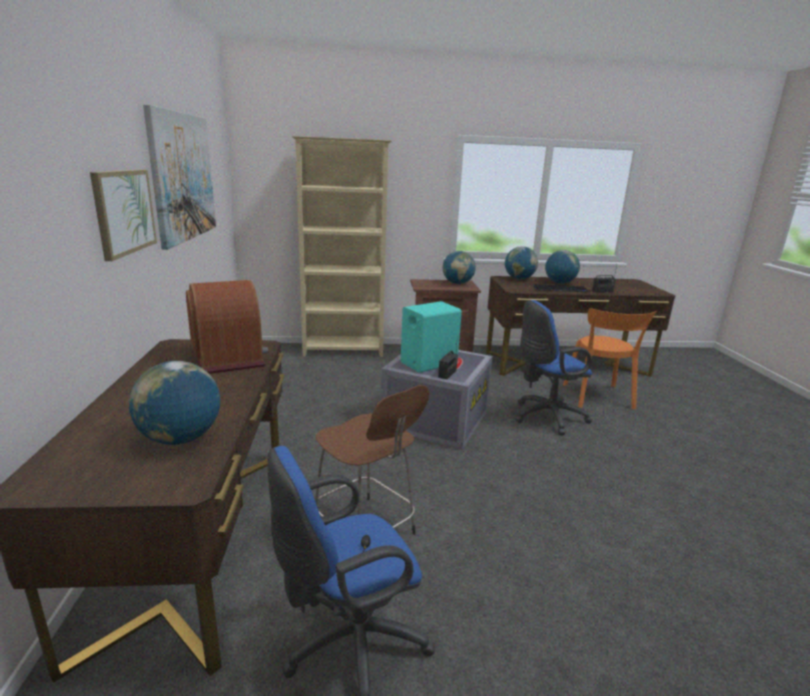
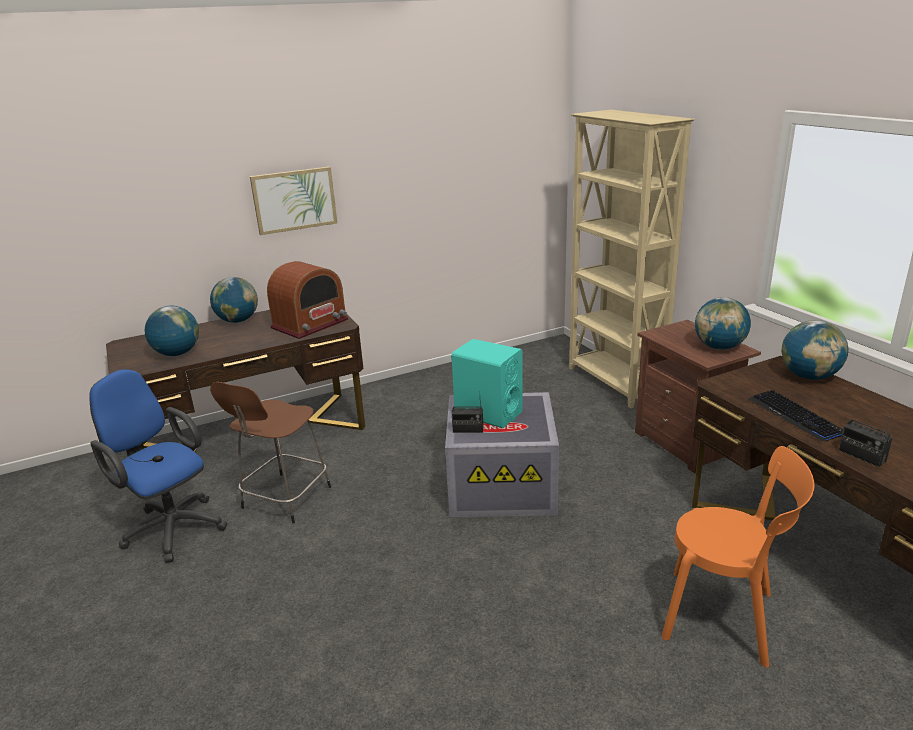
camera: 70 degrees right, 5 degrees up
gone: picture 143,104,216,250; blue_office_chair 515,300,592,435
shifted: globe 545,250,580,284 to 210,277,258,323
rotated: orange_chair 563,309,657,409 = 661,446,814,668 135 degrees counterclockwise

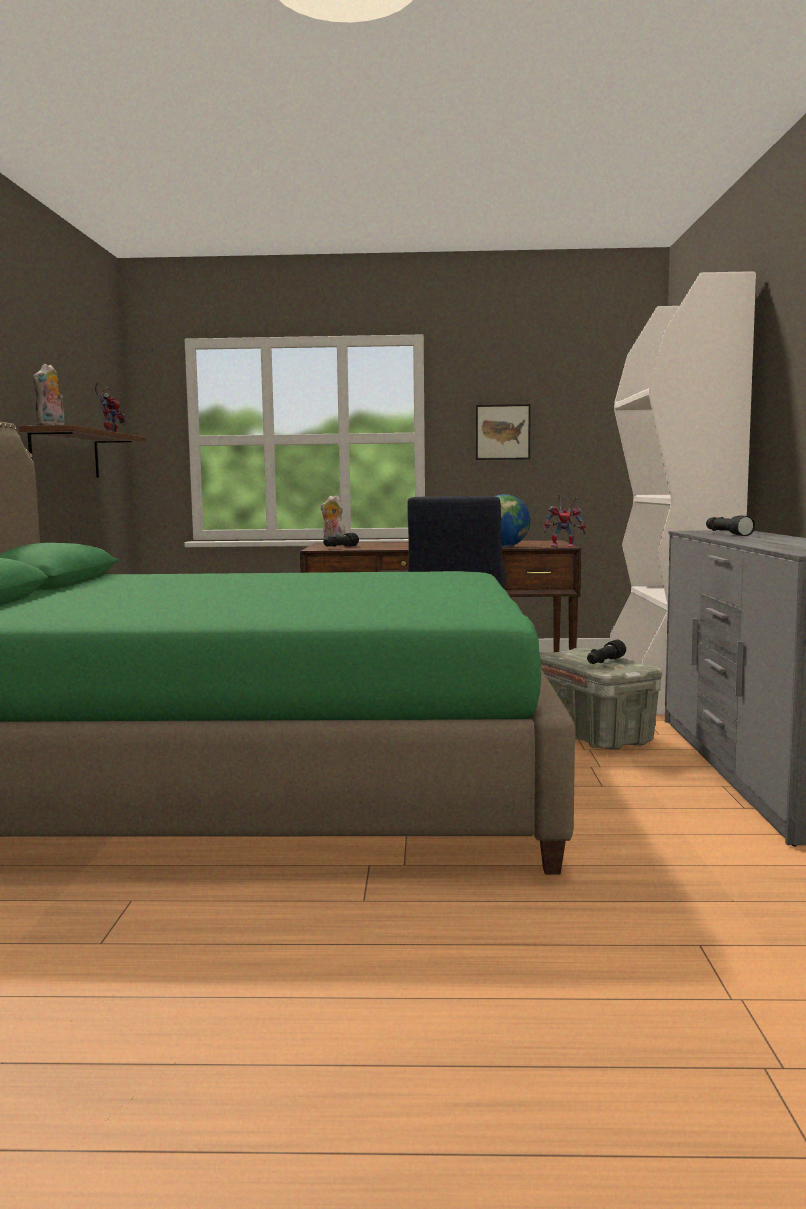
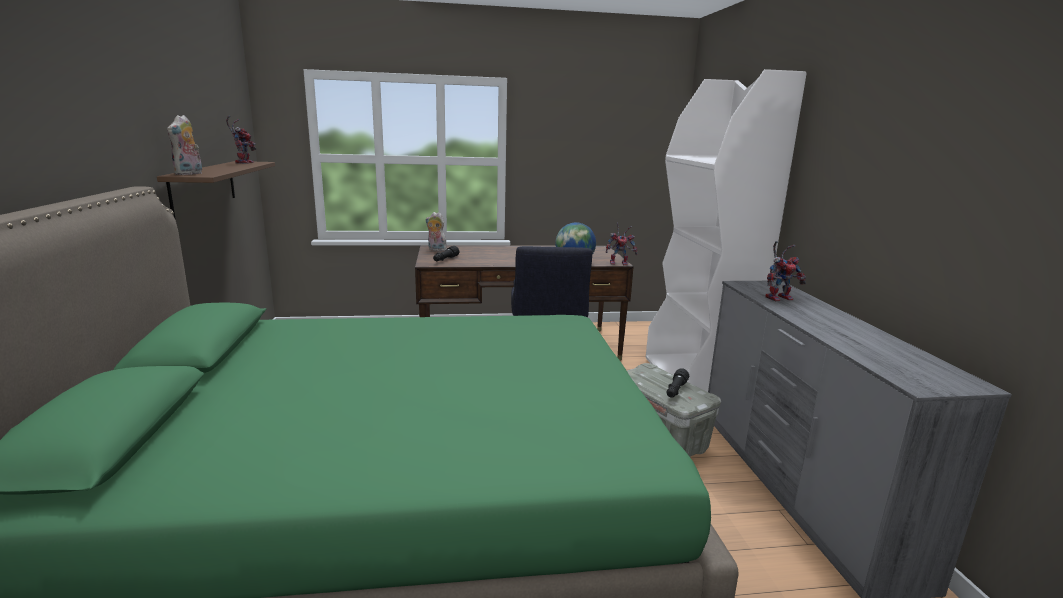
camera: 10 degrees left, 10 degrees up
gone: picture 476,404,531,460
swapped: black_flashlight 706,516,755,536 to toy_robot 765,241,806,302

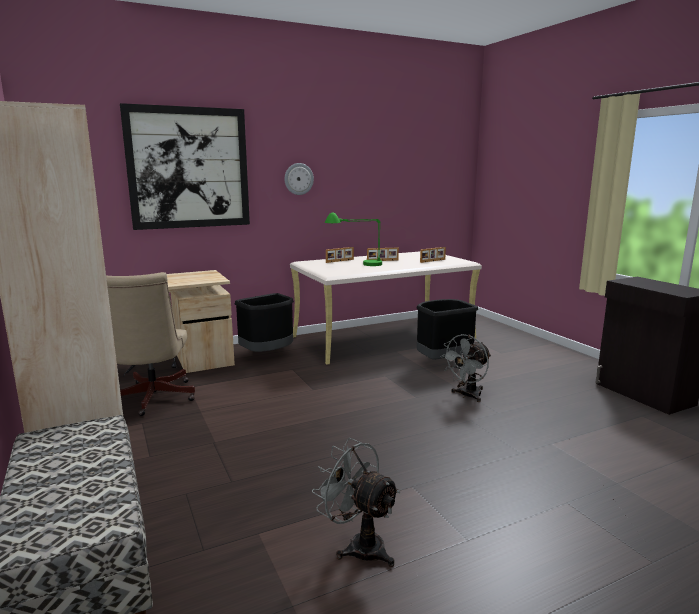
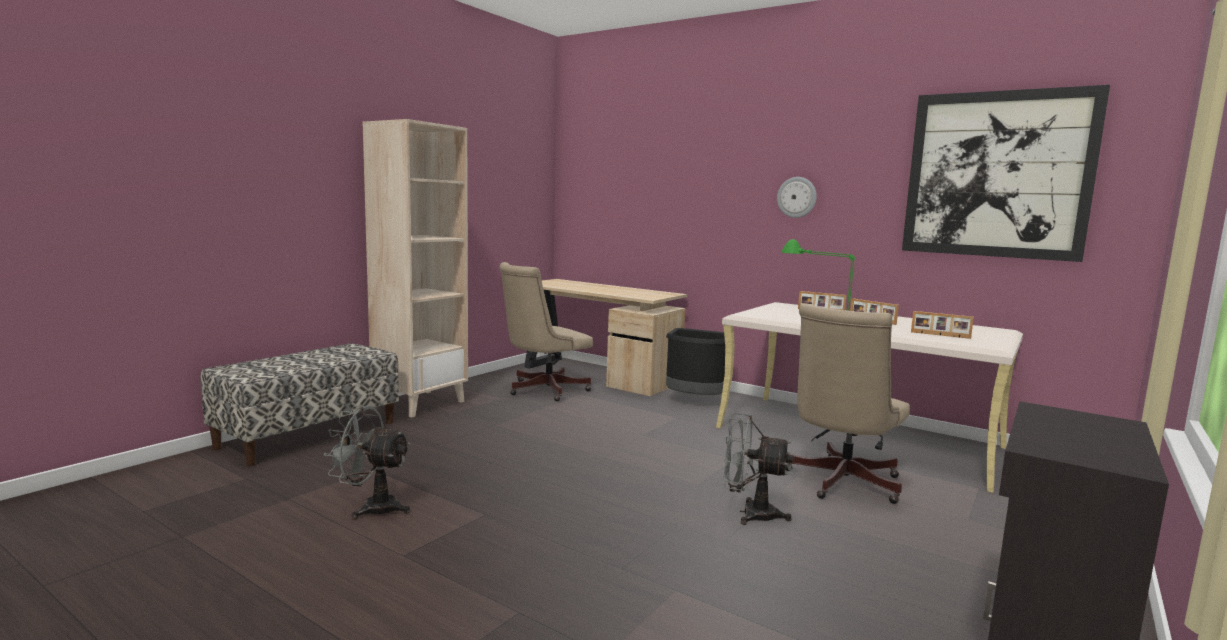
camera: 60 degrees right, 5 degrees down
shifted: picture 120,103,250,230 to 902,85,1110,262
swapped: black_trash_can 416,299,478,360 to beige_office_chair 785,303,910,504
rotated: grey_fan 312,438,400,567 = 324,405,410,520 90 degrees counterclockwise

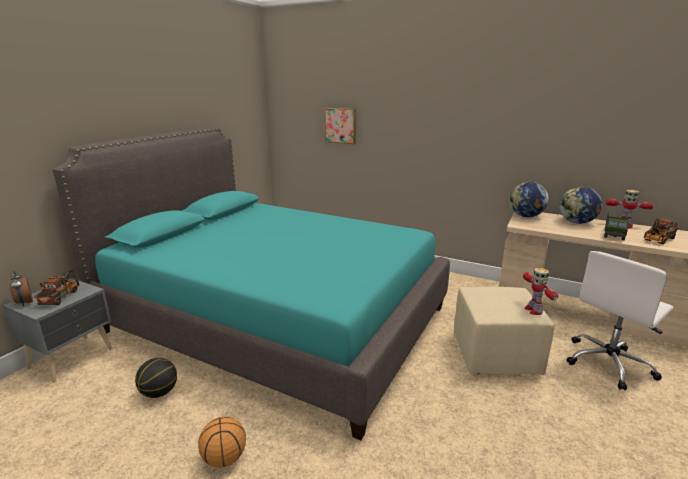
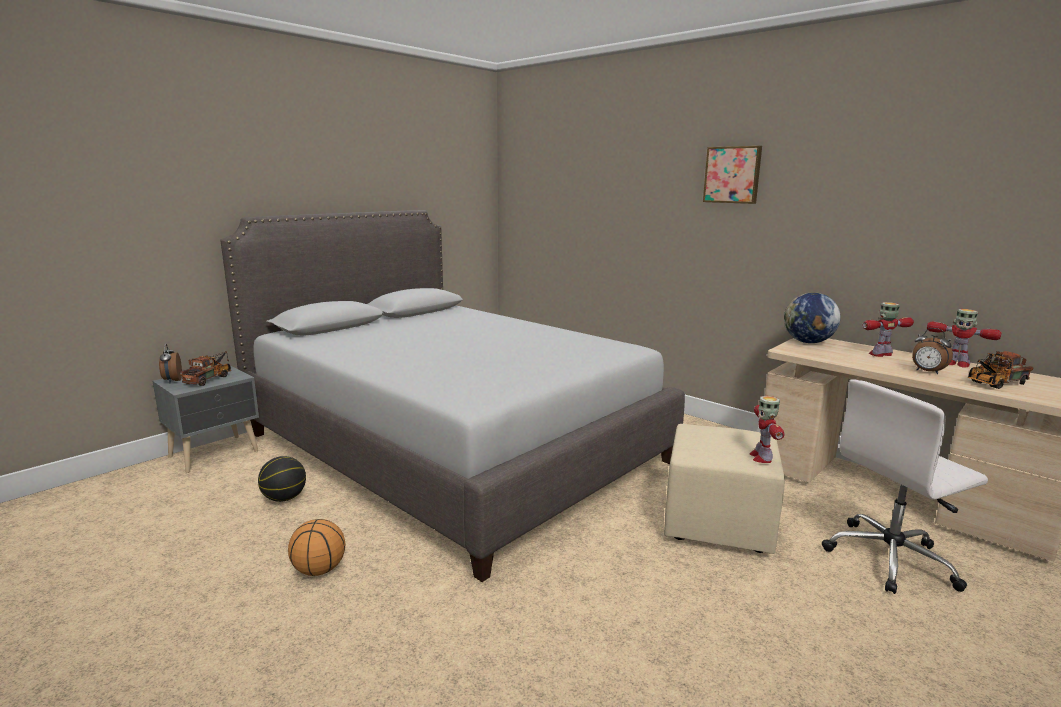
camera: 15 degrees right, 5 degrees down
shifted: picture 324,108,356,144 to 703,146,762,204
swapped: globe 559,187,602,224 to toy_robot 862,302,914,357; toy_truck 604,214,630,240 to alarm_clock 912,328,953,374
repainted: turquoise_bed 53,126,450,440 to grey_bed 220,210,685,582

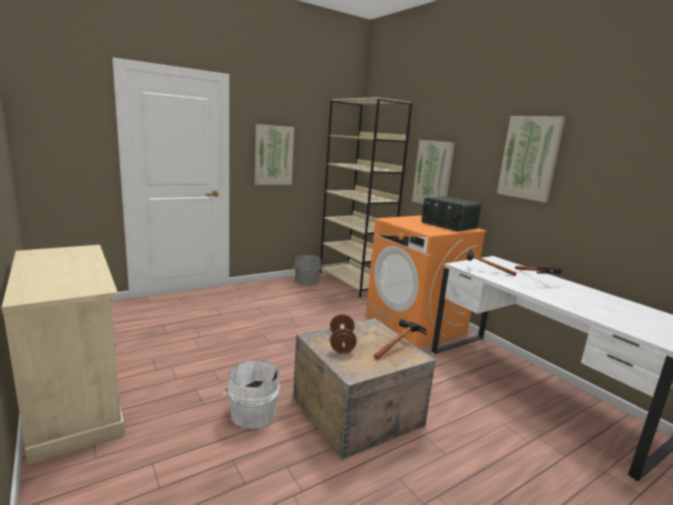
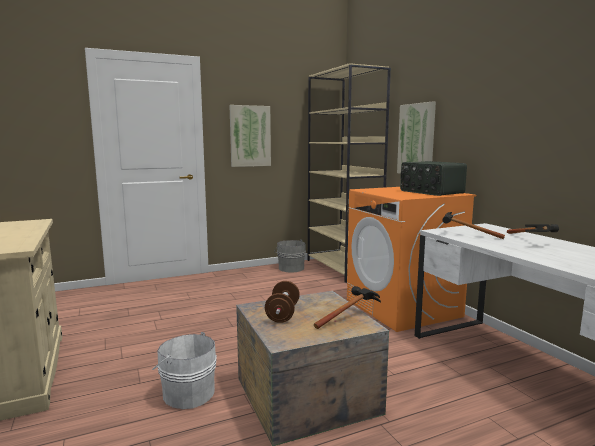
camera: 10 degrees right, 5 degrees down
gone: picture 497,116,566,202

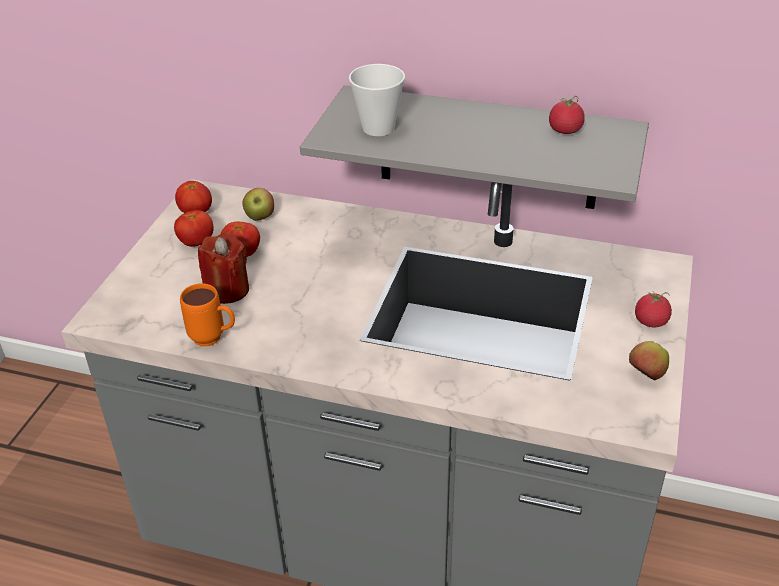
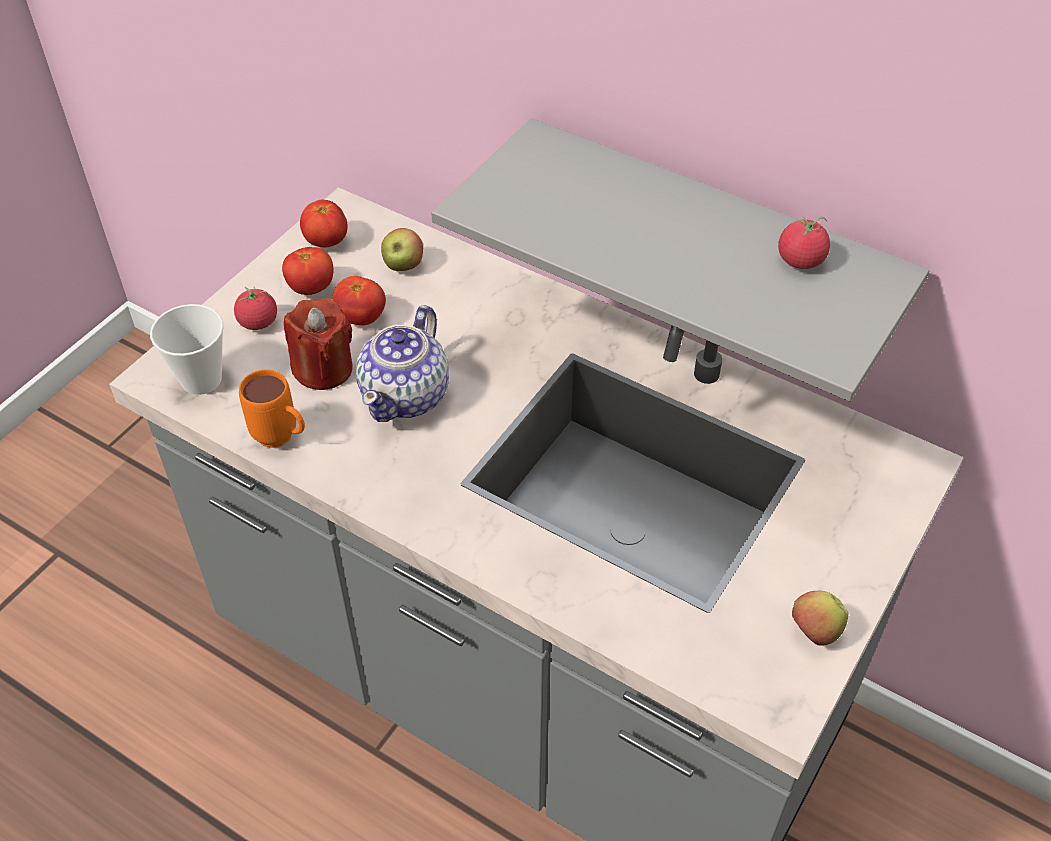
camera: 15 degrees right, 10 degrees up
new: teapot 356,305,449,422
shifted: cup 349,64,405,136 to 150,304,223,395; tomato 635,292,672,327 to 234,287,277,330

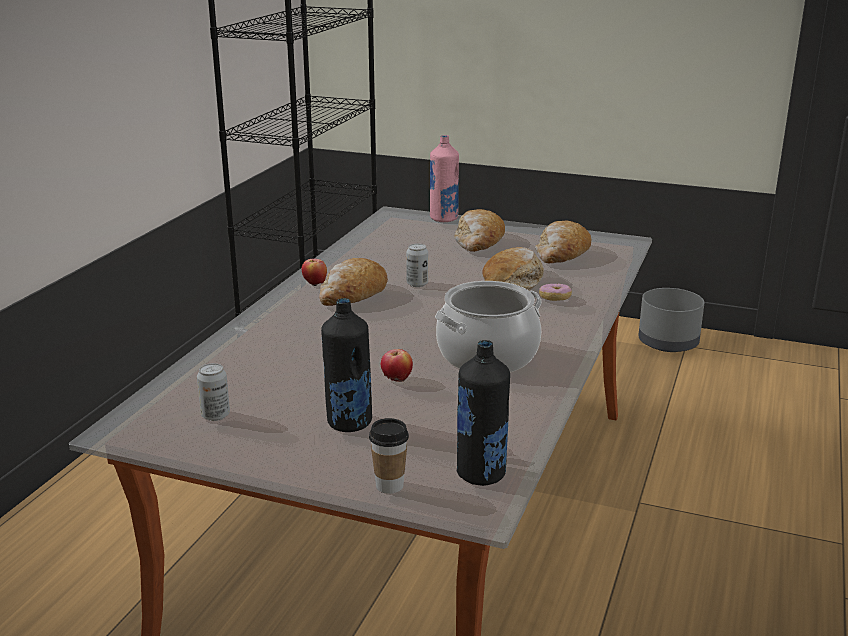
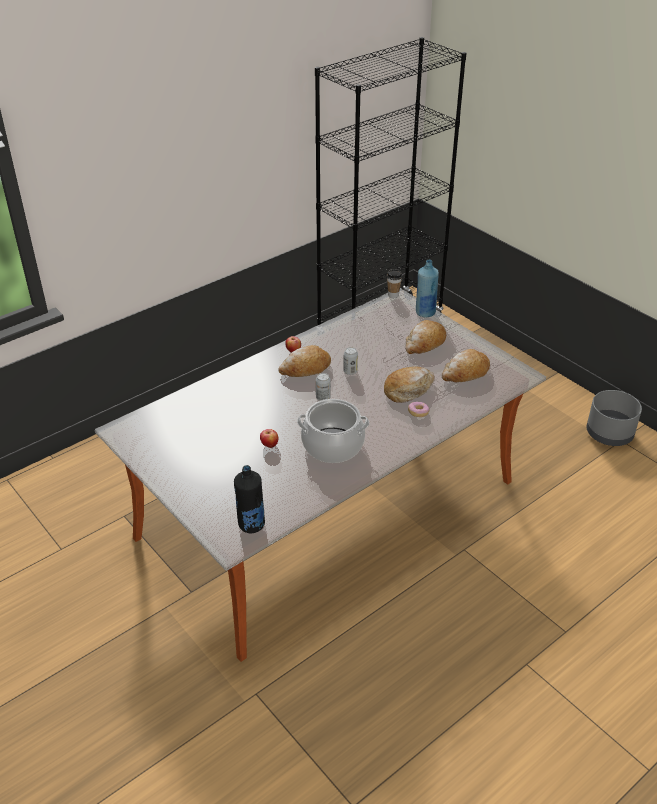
camera: 30 degrees right, 15 degrees up
gone: black_bottle 321,298,372,432
shifted: can 197,363,230,421 to 316,373,331,401; cup 369,418,409,494 to 387,269,402,298
repainted: pink_bottle 430,135,459,222 to blue_bottle 416,260,439,317

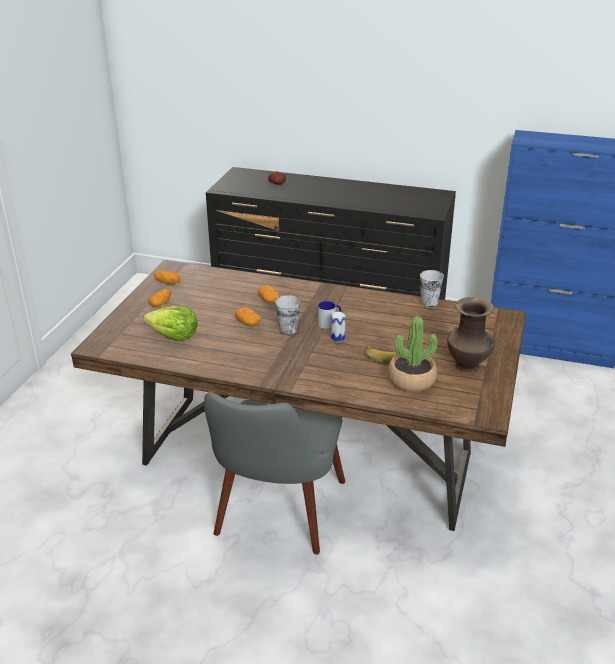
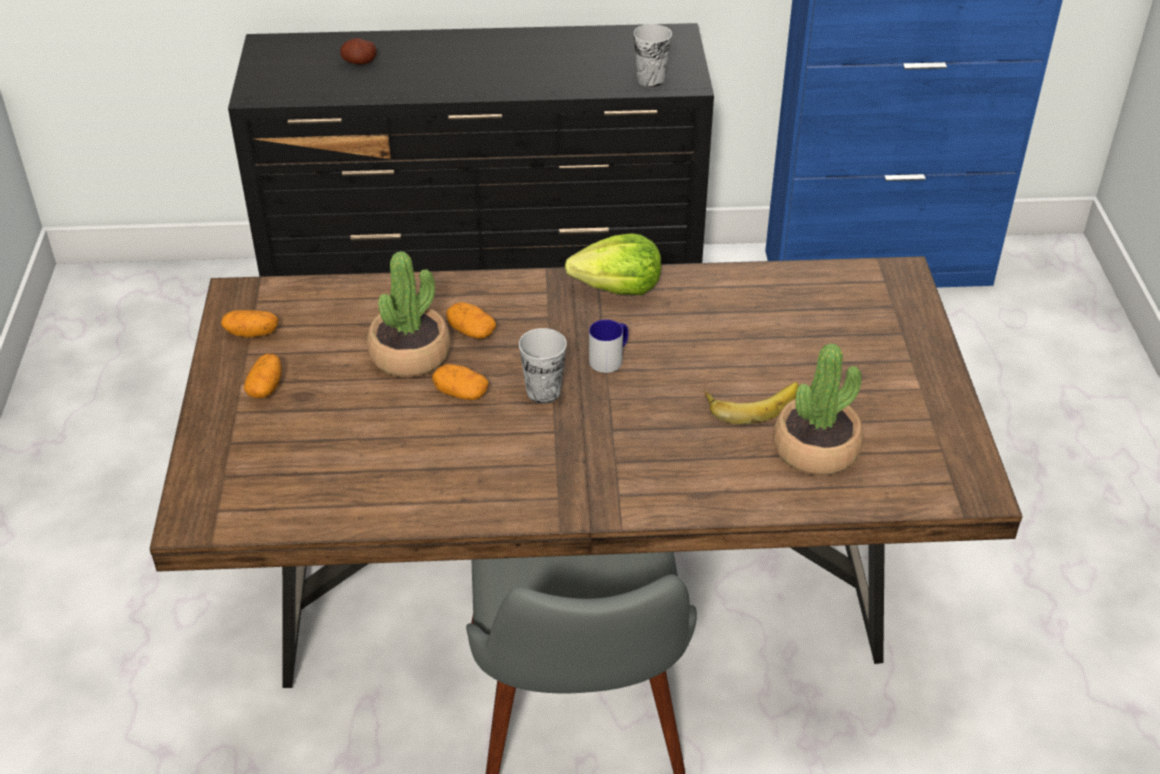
camera: 20 degrees left, 10 degrees up
gone: brown_vase 447,297,495,372; can 331,311,346,341
new: potted_plant 367,251,450,377
shifted: cup 420,270,444,307 to 633,24,672,87; lettuce 143,306,198,341 to 565,233,661,295

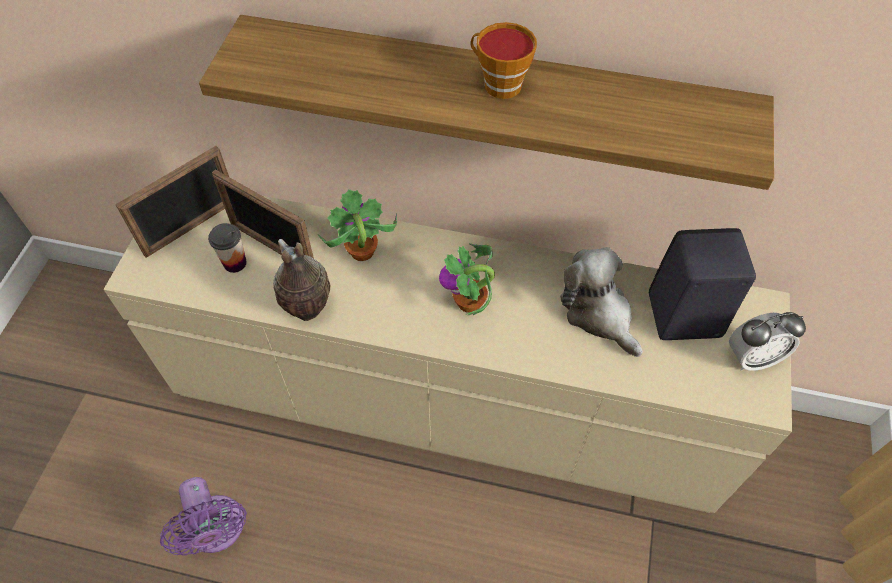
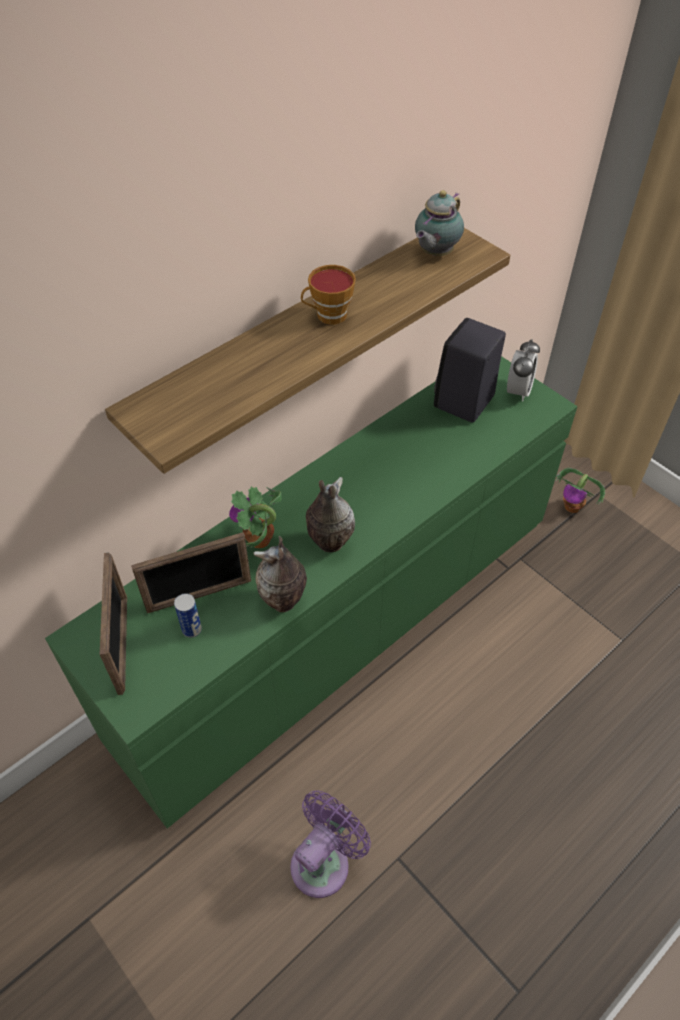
camera: 55 degrees left, 5 degrees down
gone: plush_toy 560,247,643,357
new: teapot 415,190,464,256; vase 306,477,355,552
shifted: potted_plant 439,243,495,315 to 556,468,605,513
swapped: cup 208,223,247,273 to can 174,593,202,638
repainted: beige_dresser 103,196,792,513 to green_dresser 45,356,577,828
rotated: purple_fan 160,477,247,556 = 290,790,371,898 60 degrees counterclockwise

